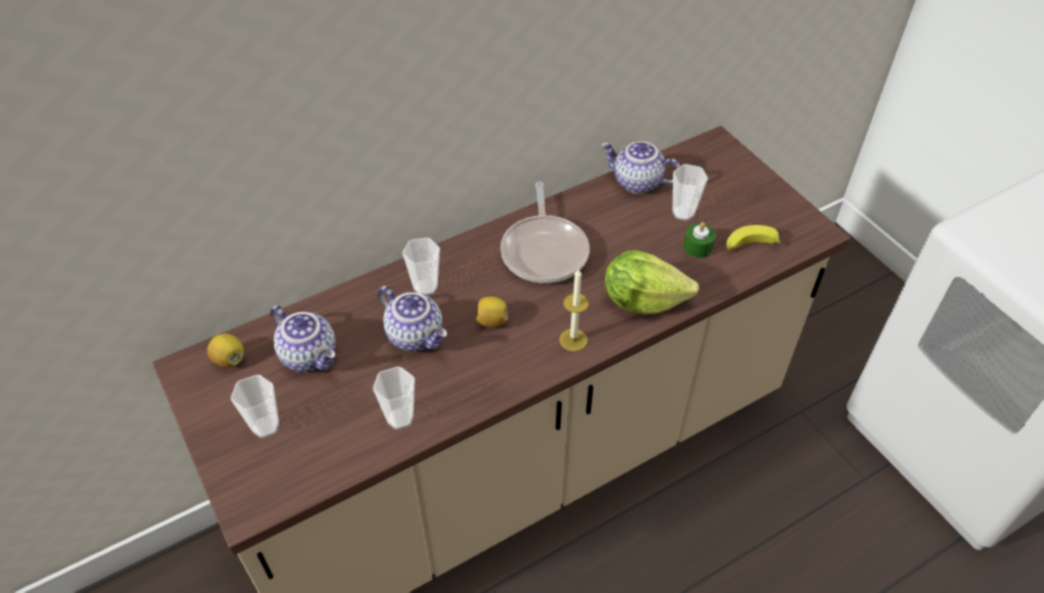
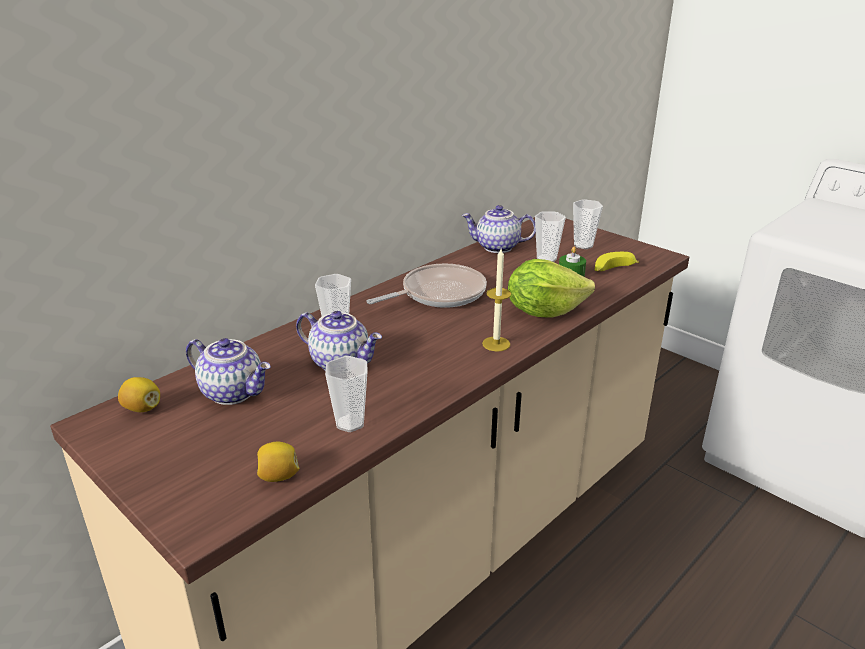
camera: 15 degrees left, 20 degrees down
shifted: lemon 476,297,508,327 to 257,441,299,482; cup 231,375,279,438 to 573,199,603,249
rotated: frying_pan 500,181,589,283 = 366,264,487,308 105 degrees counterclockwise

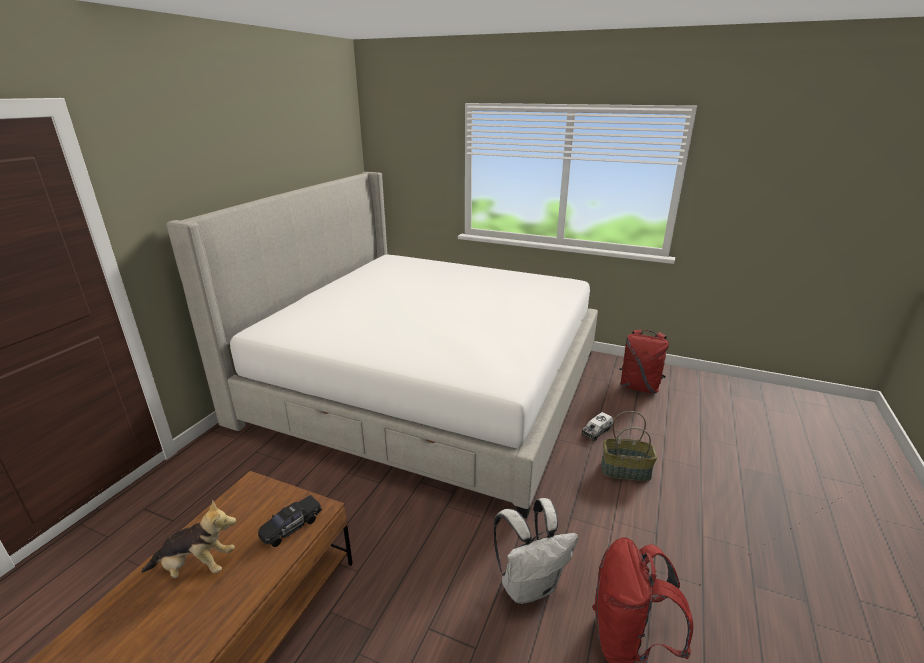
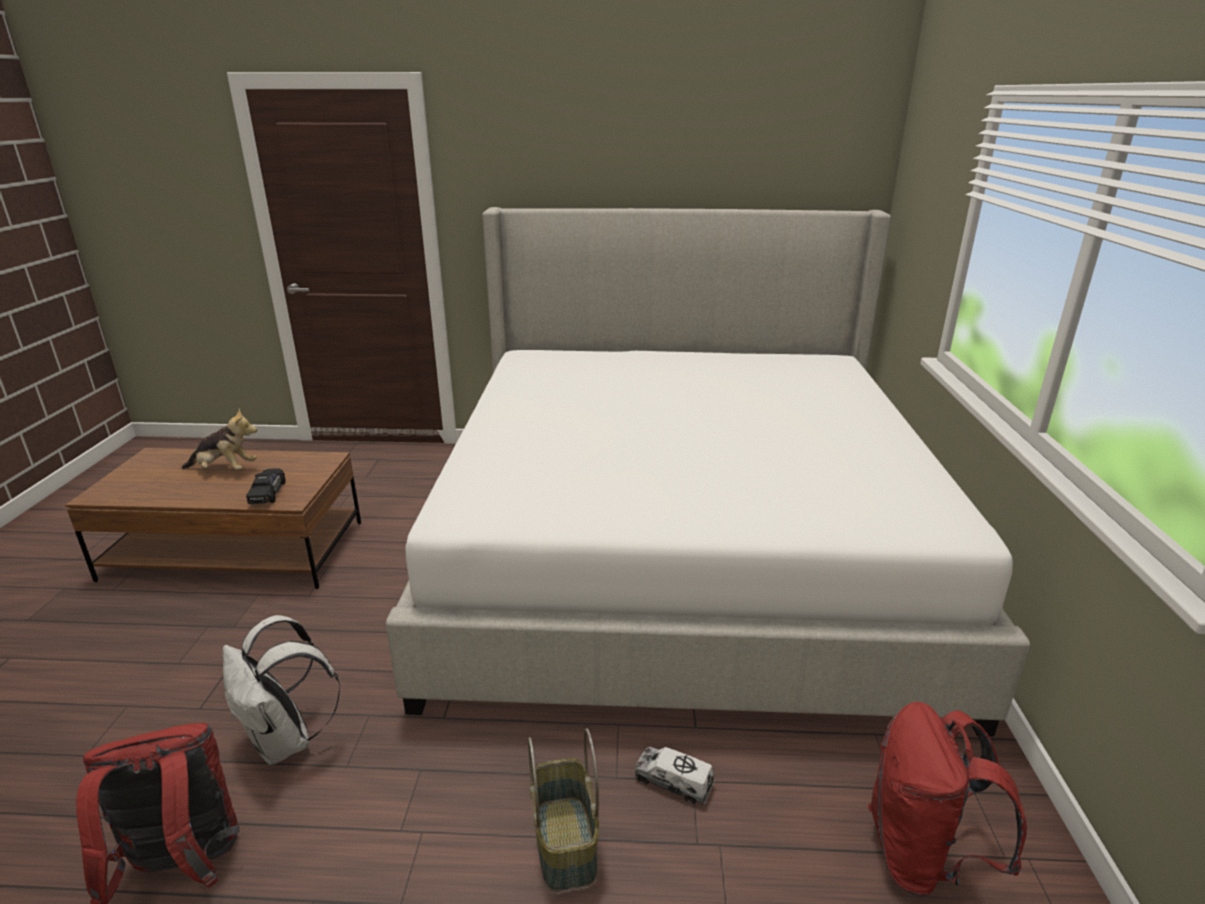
camera: 70 degrees right, 0 degrees up
rotated: black_toy_car 258,495,322,547 = 246,468,285,504 60 degrees clockwise; plush_toy 141,500,236,578 = 182,409,257,470 60 degrees counterclockwise

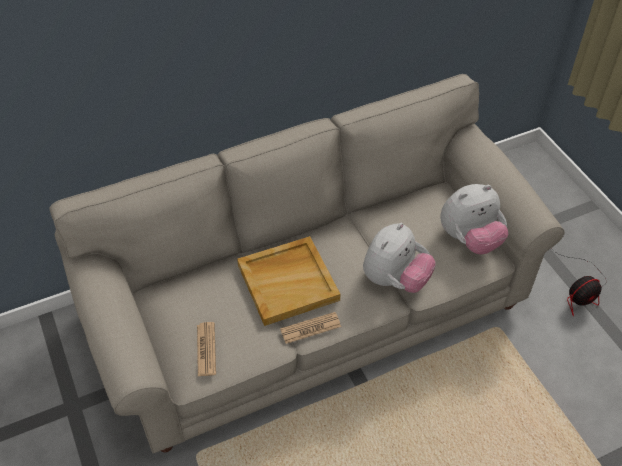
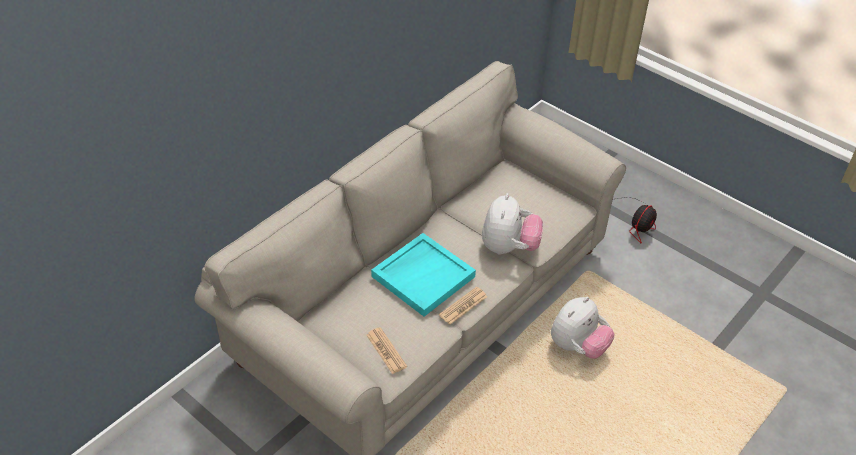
camera: 25 degrees left, 5 degrees down
shifted: plush_toy 440,184,508,254 to 551,297,615,359
repainted: beige_tray 237,236,340,326 to turquoise_tray 371,233,476,317

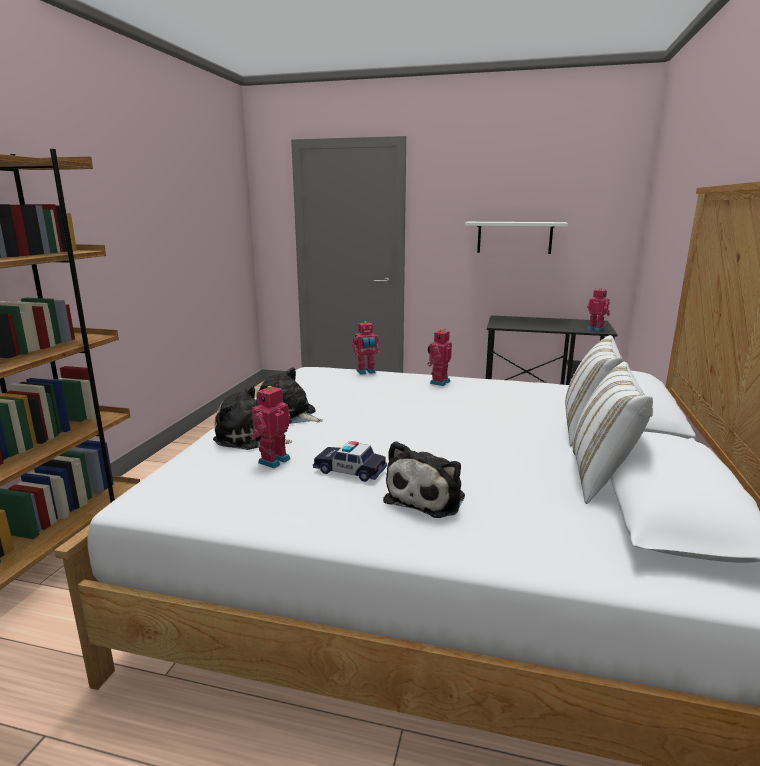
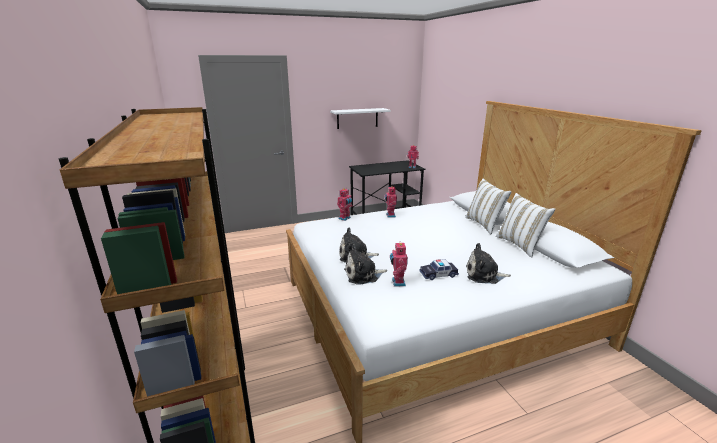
camera: 35 degrees left, 5 degrees up
rotated: plush_toy 383,441,465,518 = 466,243,511,284 105 degrees clockwise

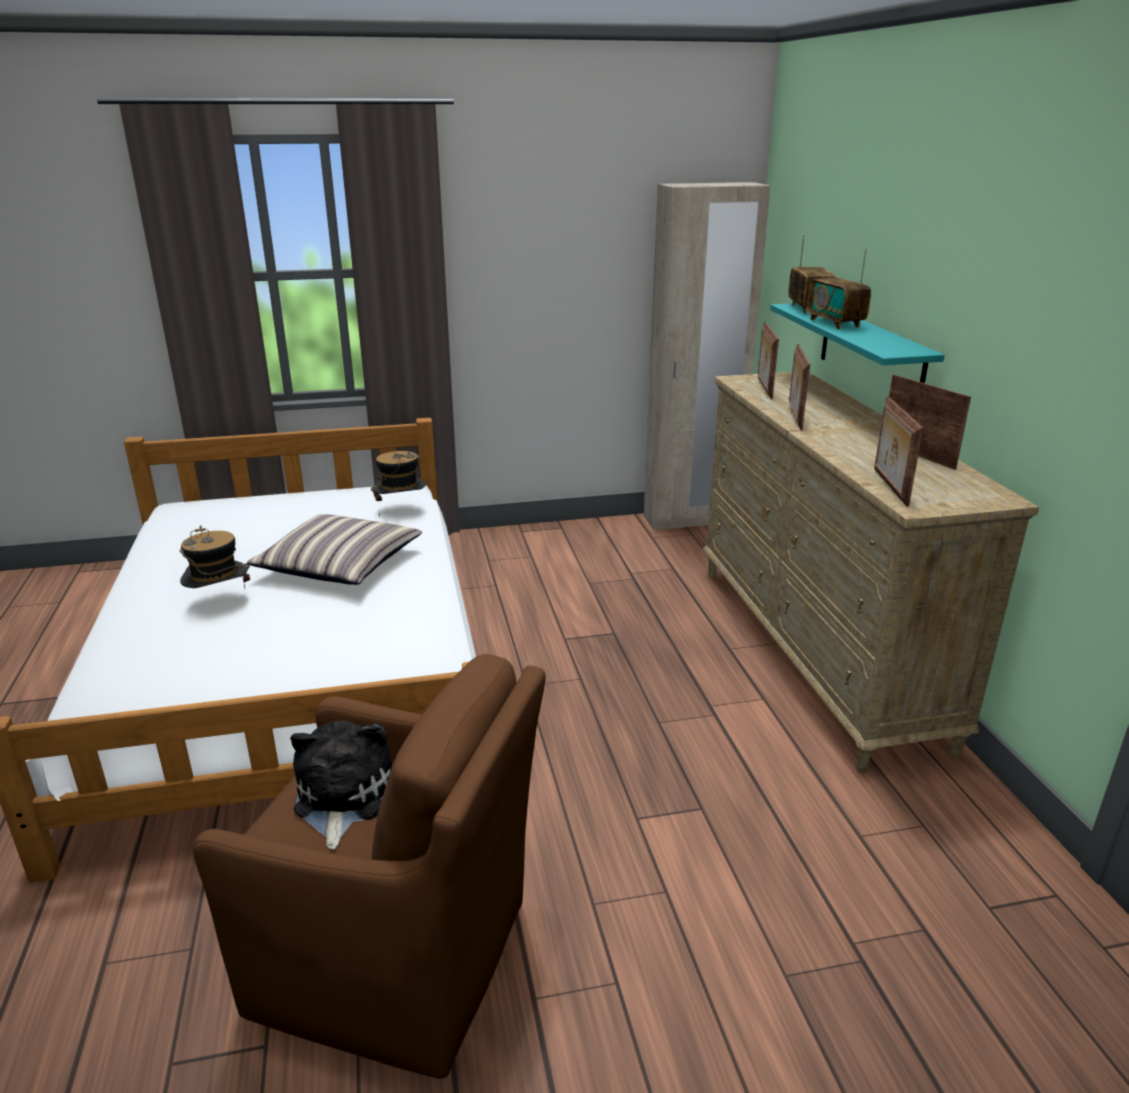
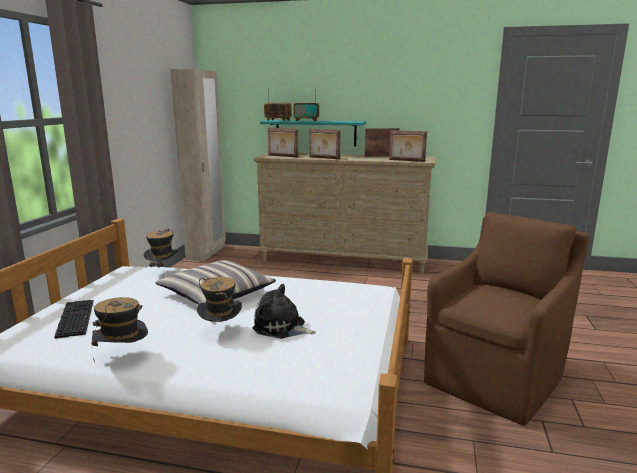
camera: 65 degrees left, 10 degrees down
new: hat 92,297,148,363; keyboard 54,300,94,339
shifted: plush_toy 290,720,392,849 to 252,284,316,339

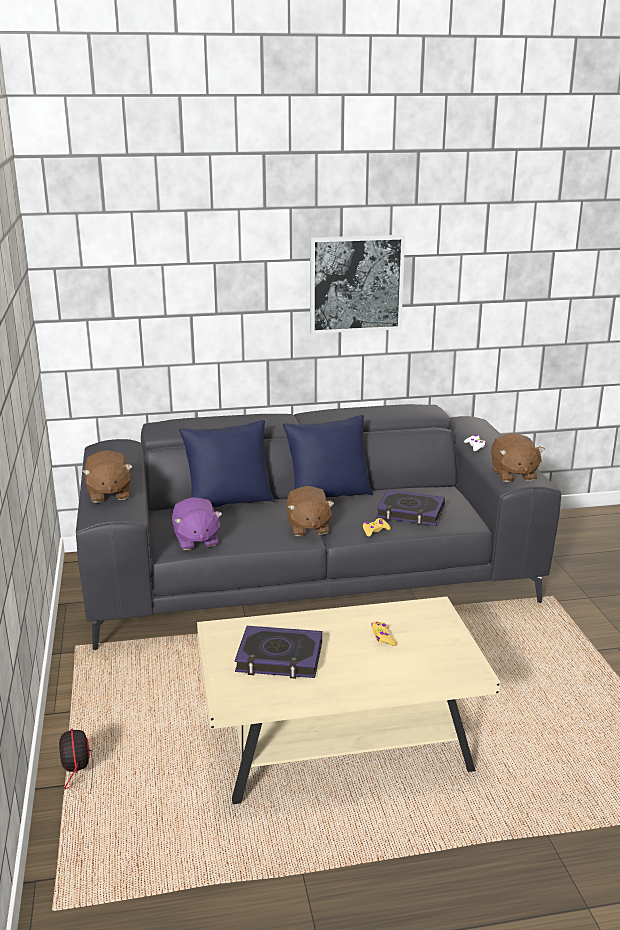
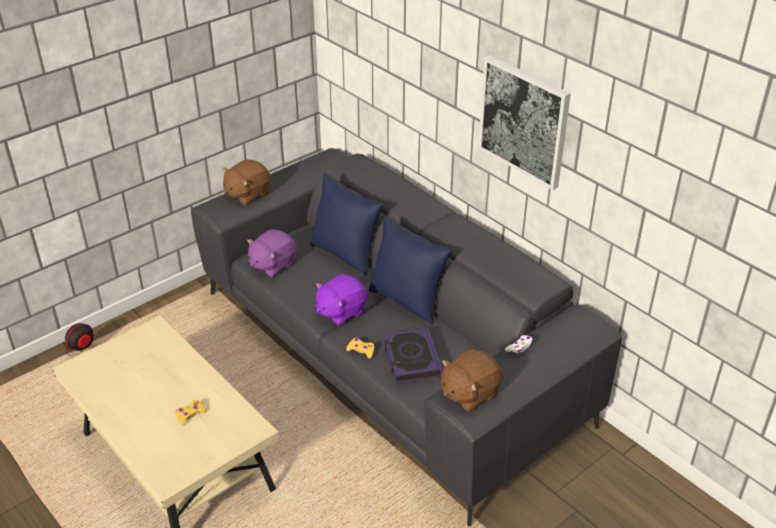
camera: 60 degrees right, 15 degrees up
gone: book 235,626,322,679
repainted: brown_plush_toy 286,486,335,536 to purple_plush_toy 316,274,368,326

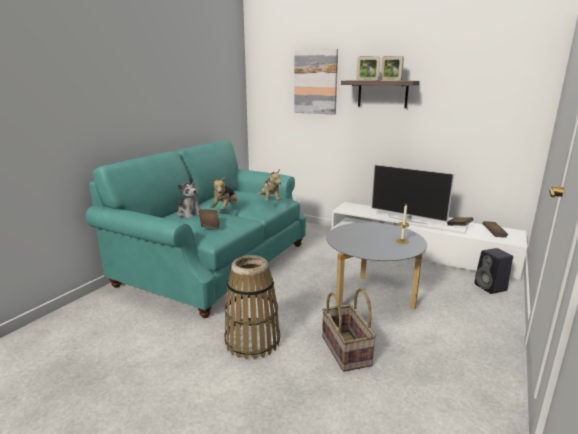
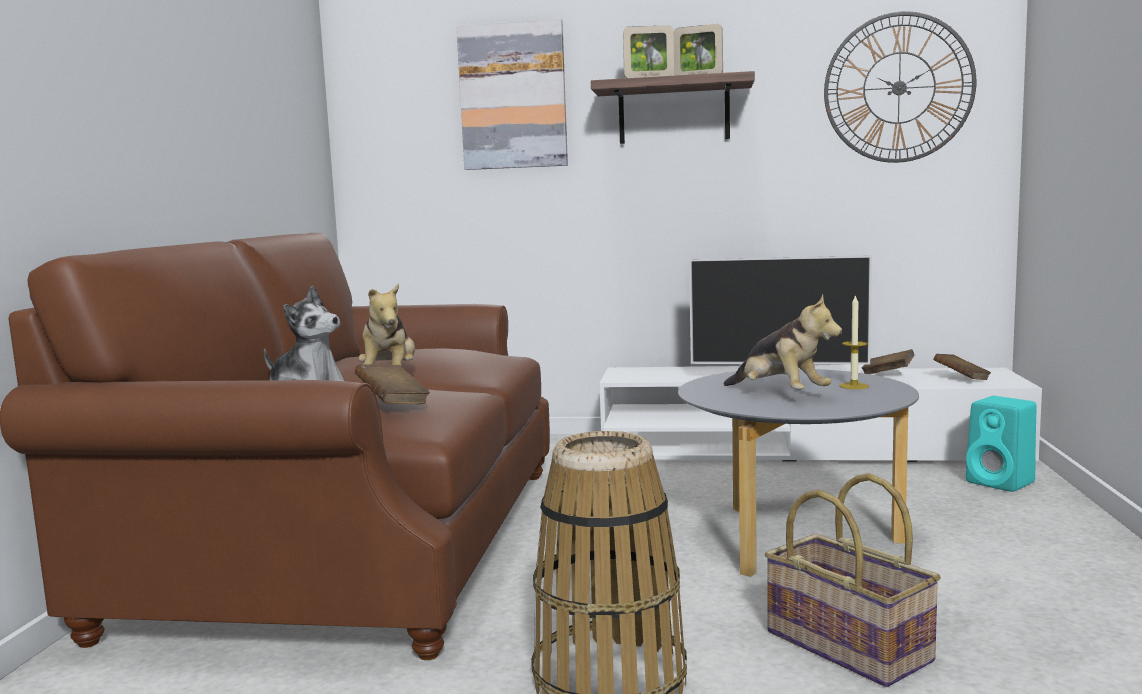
camera: 20 degrees left, 10 degrees down
new: wall_clock 824,11,976,163
shifted: plush_toy 258,169,281,201 to 724,294,842,389
repainted: turquoise_sofa 86,140,306,318 to brown_sofa 0,233,550,660; black_speaker 475,248,513,294 to turquoise_speaker 966,396,1037,492

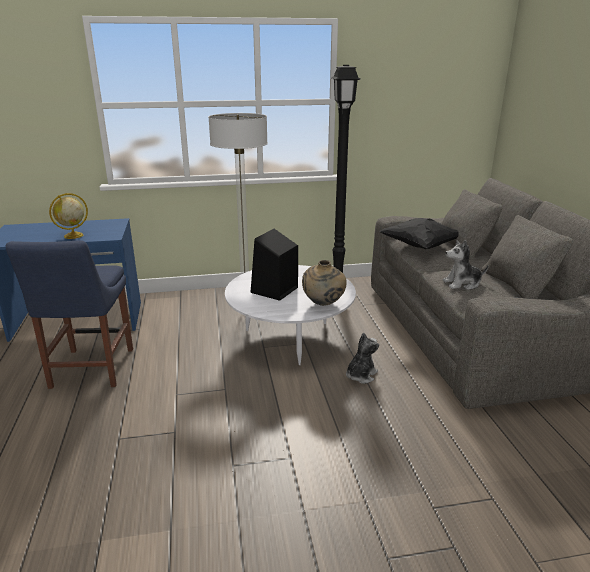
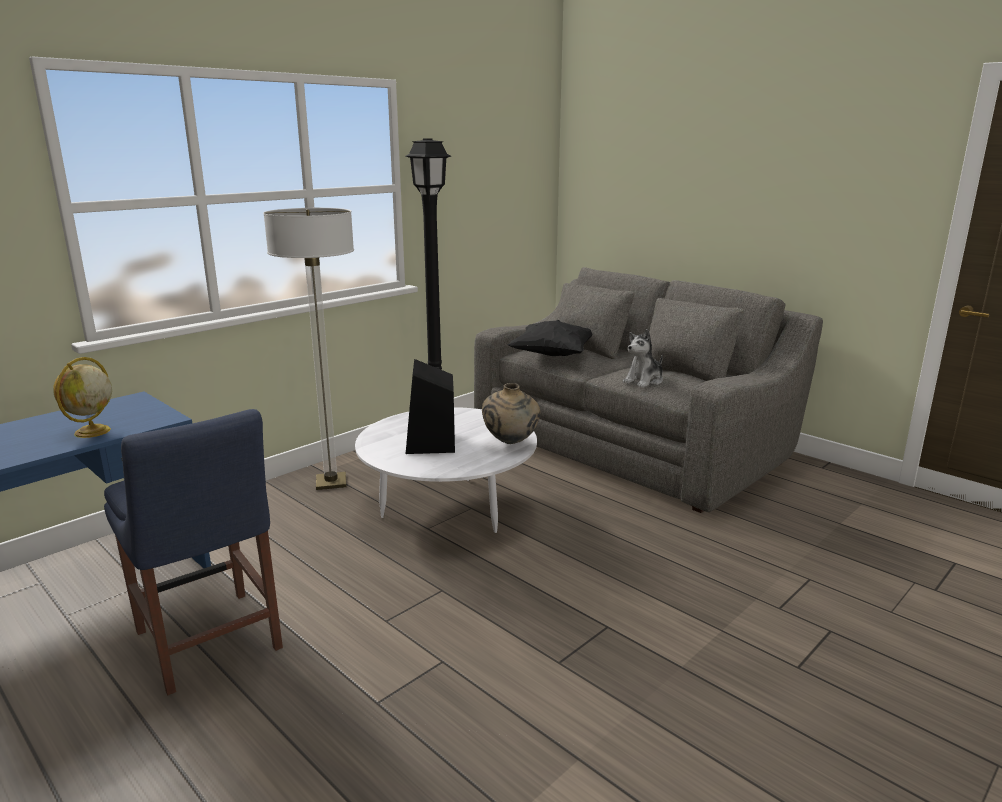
camera: 35 degrees left, 5 degrees down
gone: plush_toy 346,332,379,384

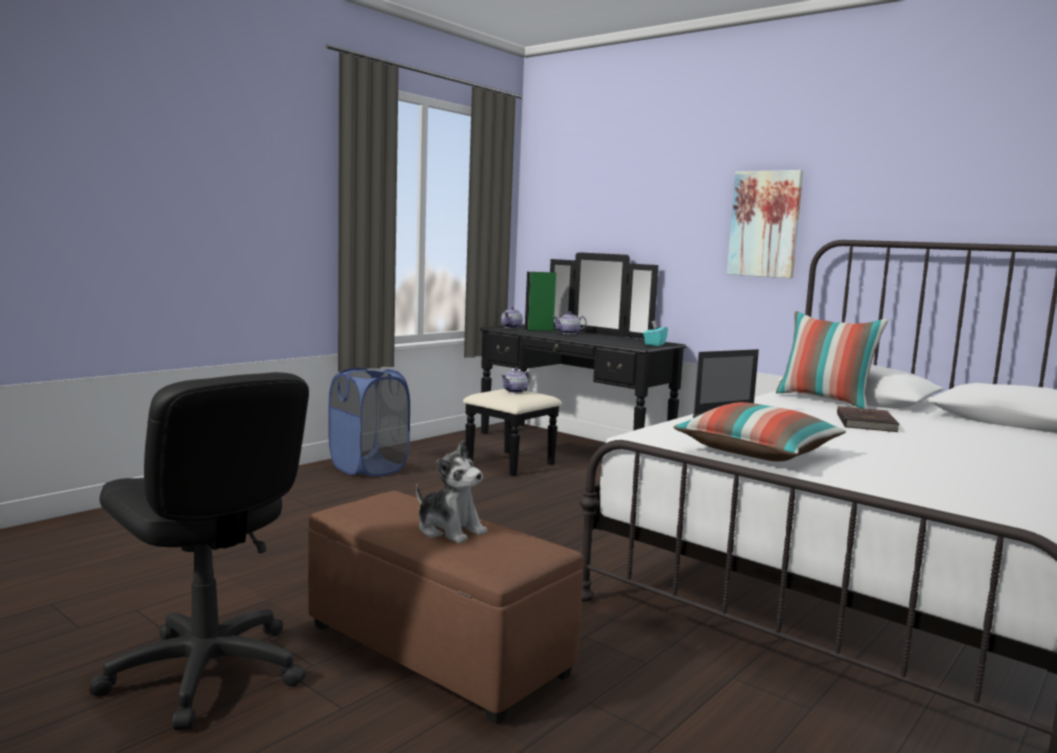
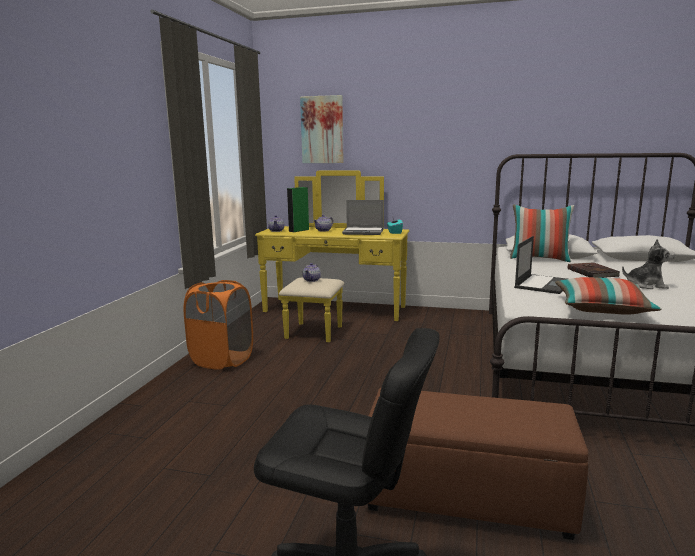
camera: 25 degrees left, 5 degrees up
new: laptop 342,200,384,235
shifted: picture 727,170,803,278 to 300,95,344,163; plush_toy 416,441,487,543 to 622,239,675,289
repainted: black_dresser 463,252,687,476 to yellow_dresser 255,170,410,342; blue_laundry_basket 329,368,410,477 to orange_laundry_basket 184,280,253,370

